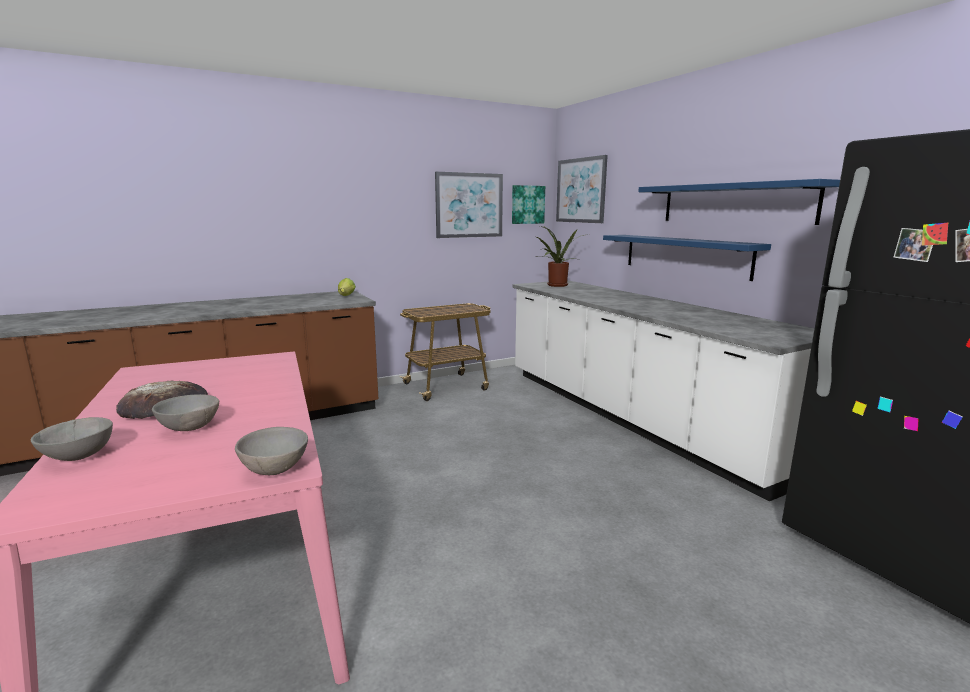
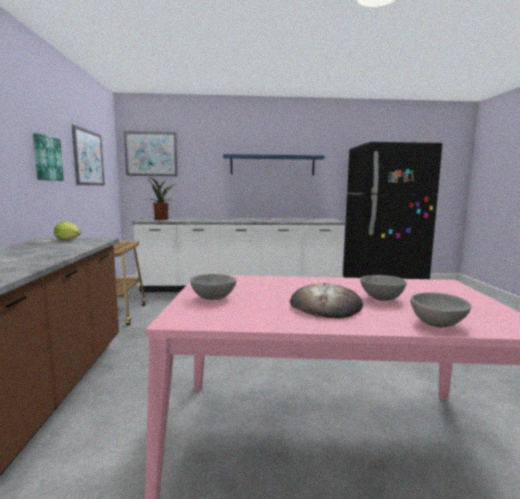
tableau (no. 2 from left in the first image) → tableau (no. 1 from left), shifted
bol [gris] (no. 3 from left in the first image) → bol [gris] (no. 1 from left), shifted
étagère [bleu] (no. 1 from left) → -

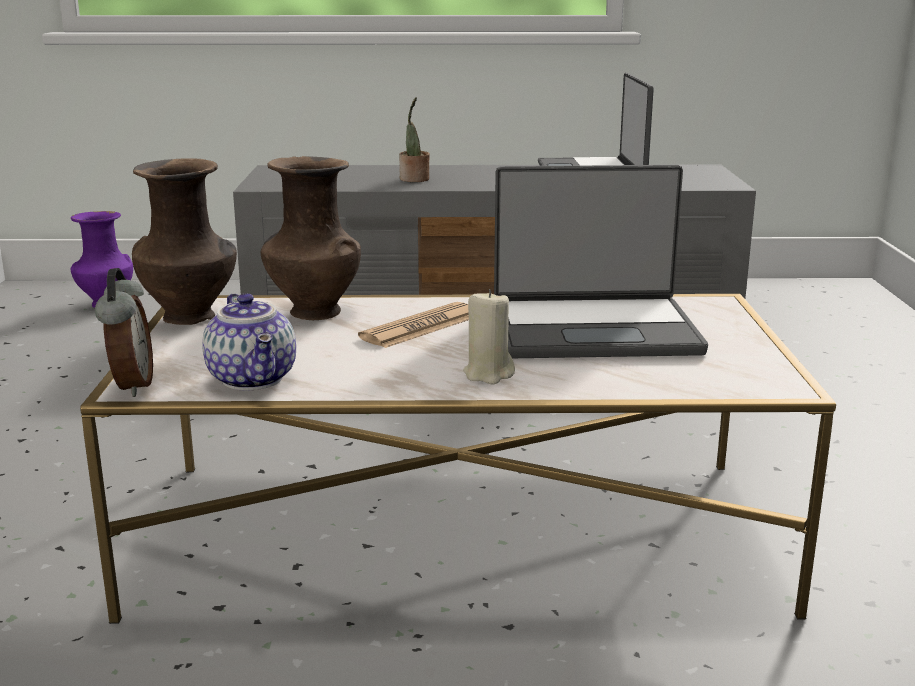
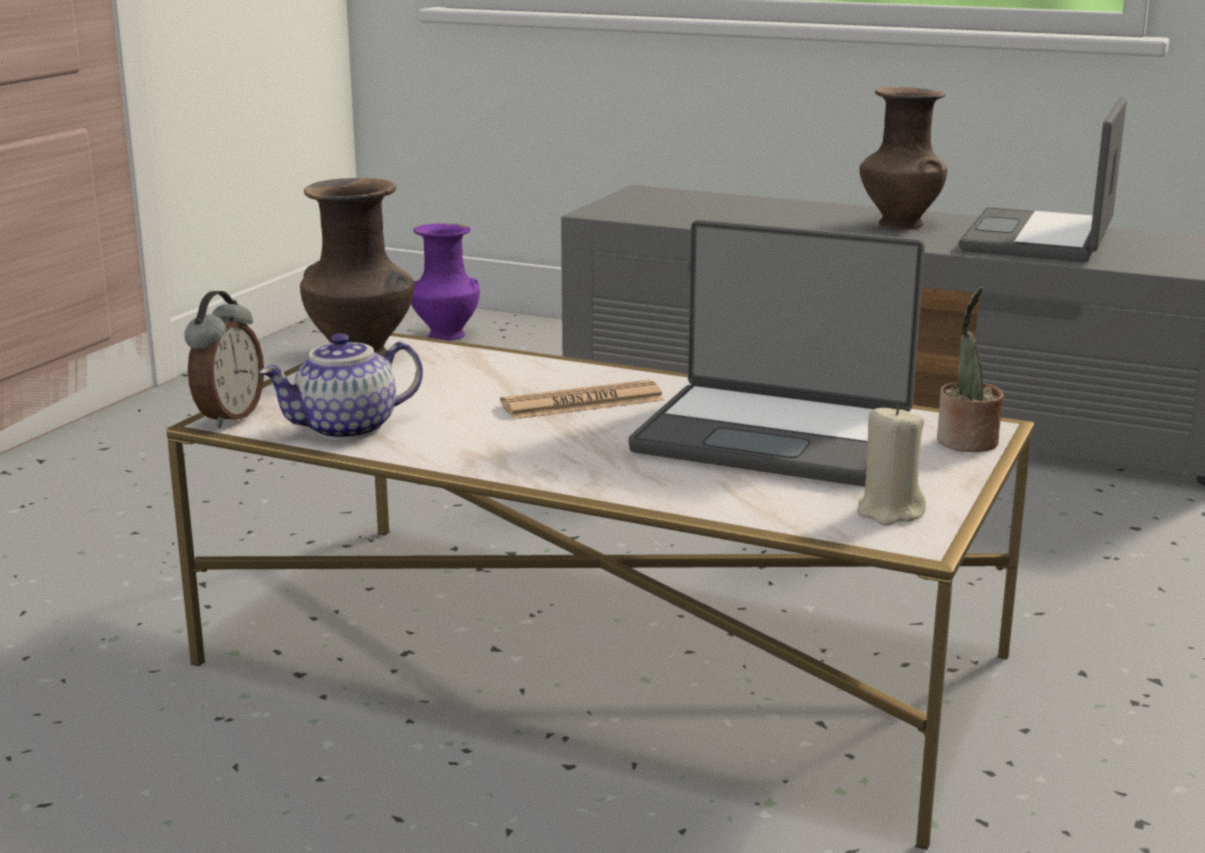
théière, 60 degrees clockwise
bougie [beige], shifted
vase [marron] (no. 2 from left), shifted
plante en pot, shifted

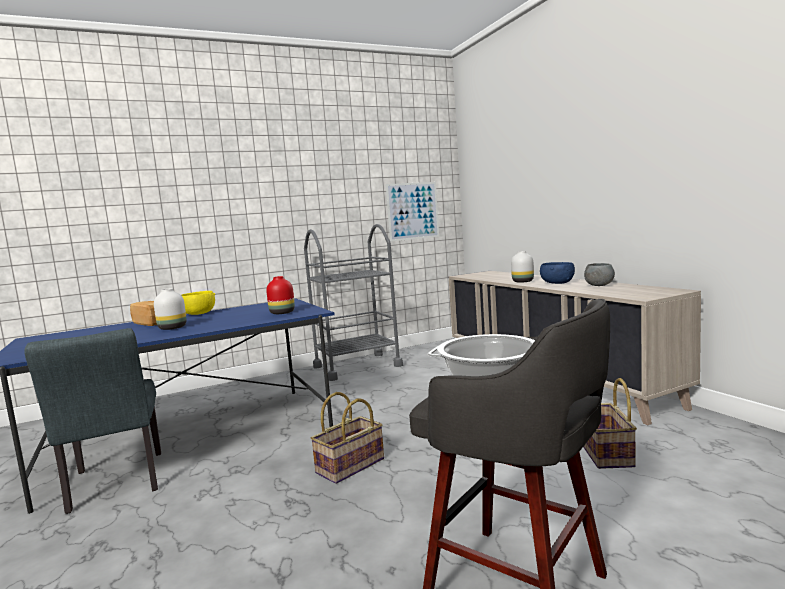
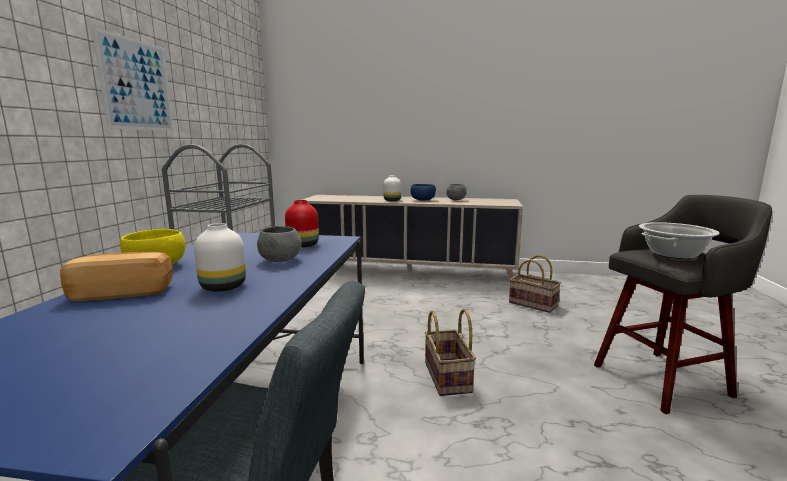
tableau, shifted
- → bol [gris] (no. 1 from left)

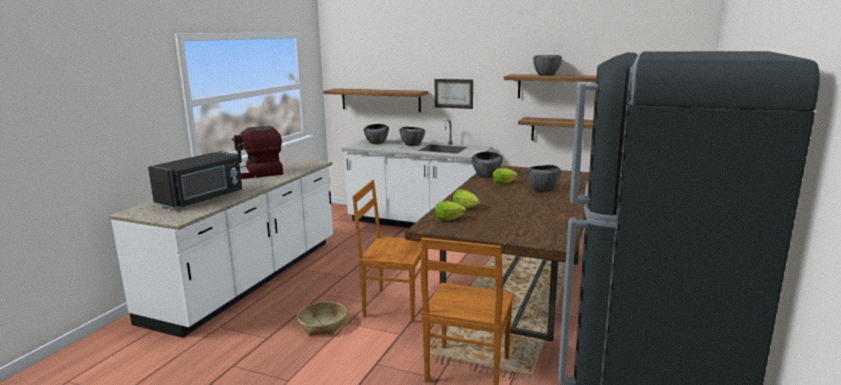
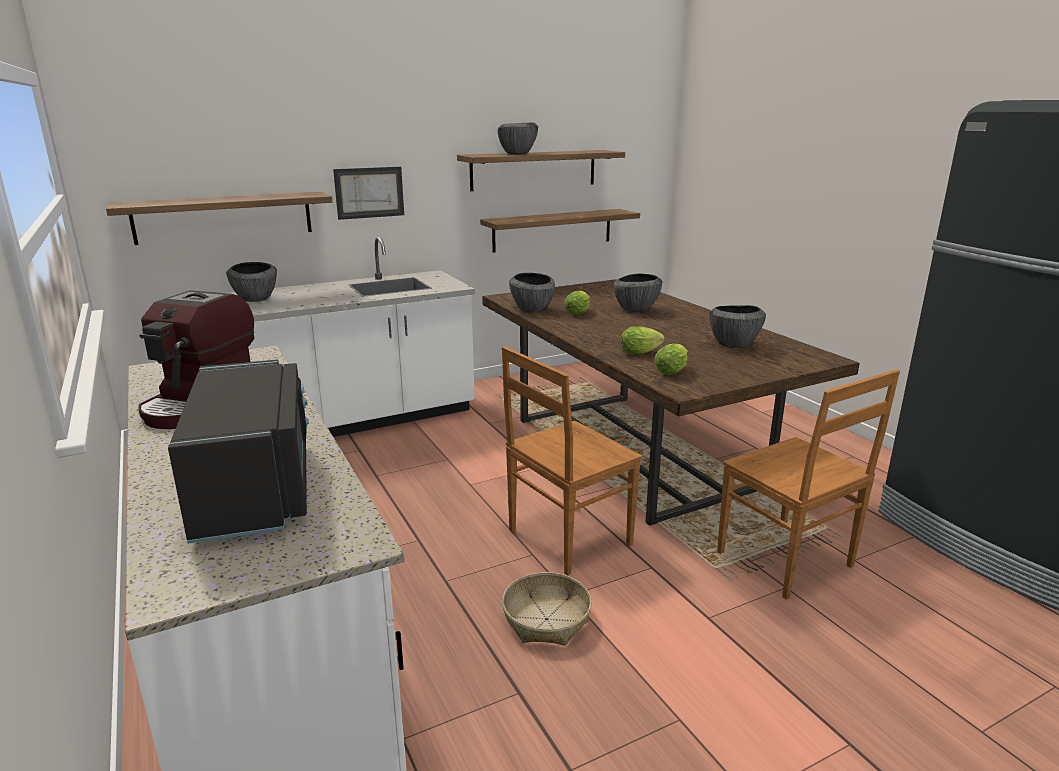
bol (no. 2 from left in the first image) → bol (no. 5 from left), shifted

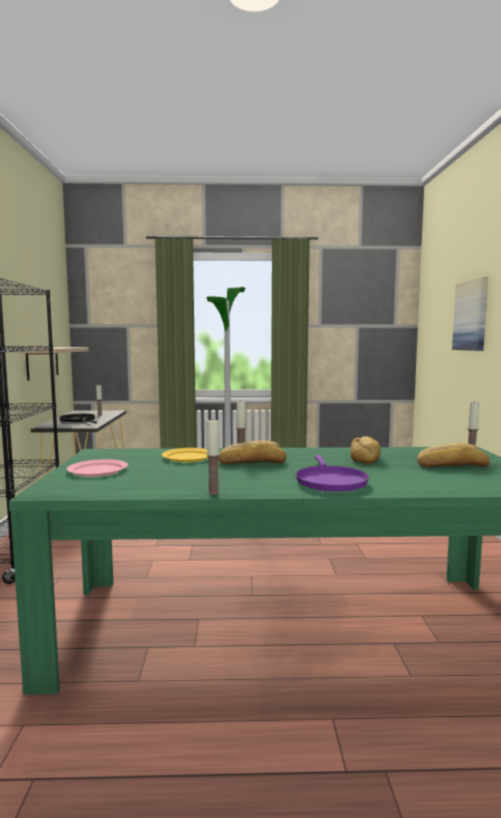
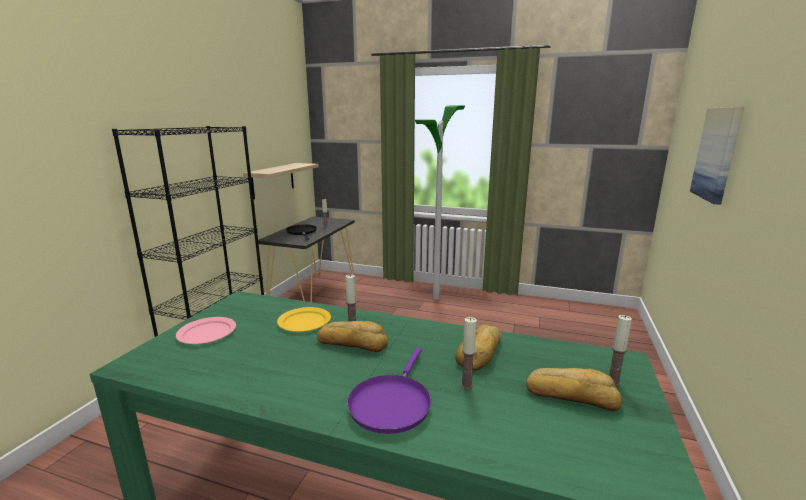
bougie (no. 2 from left in the first image) → bougie (no. 3 from left), shifted

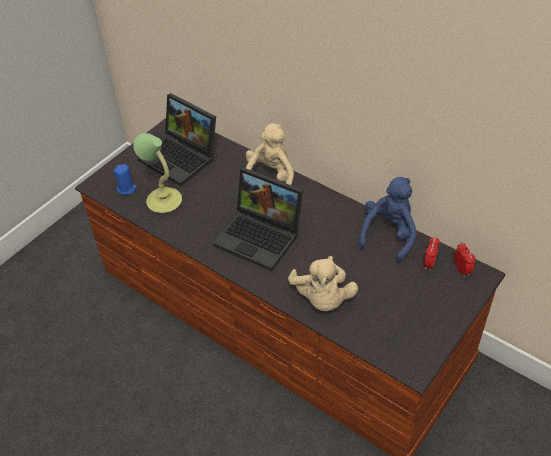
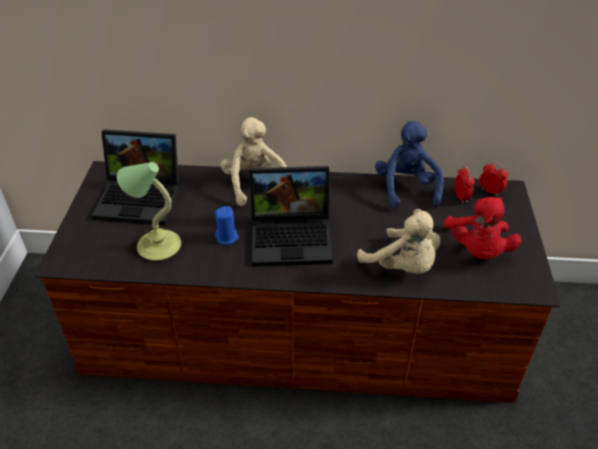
bougie [bleu], shifted
- → peluche [rouge]

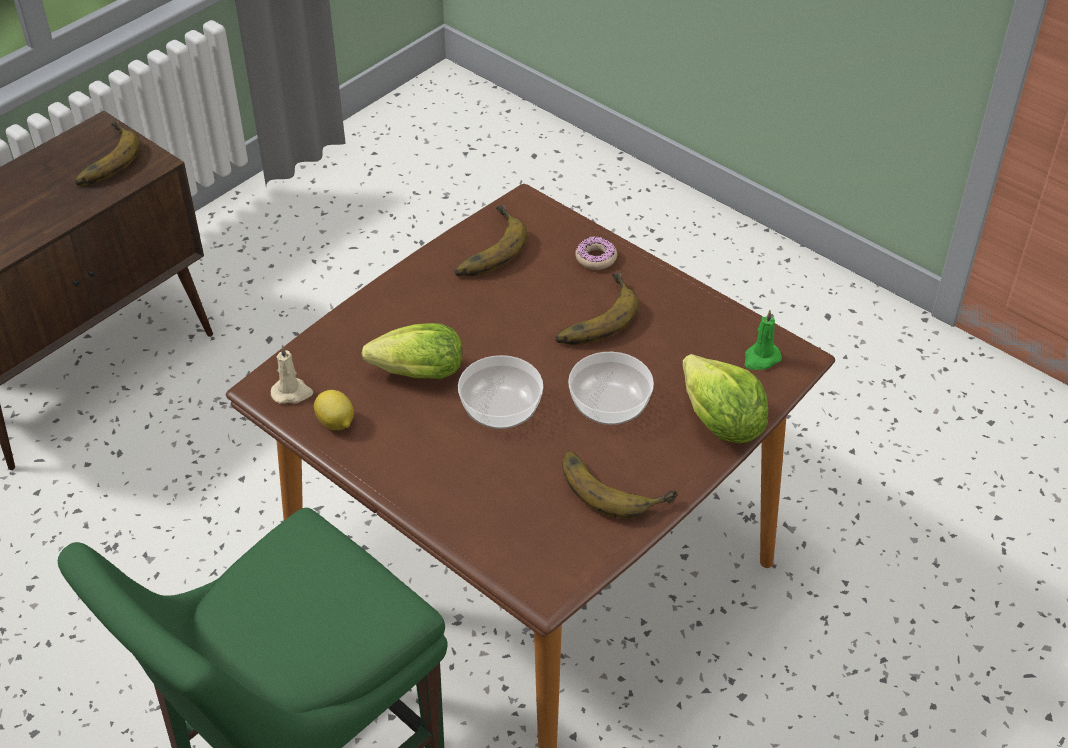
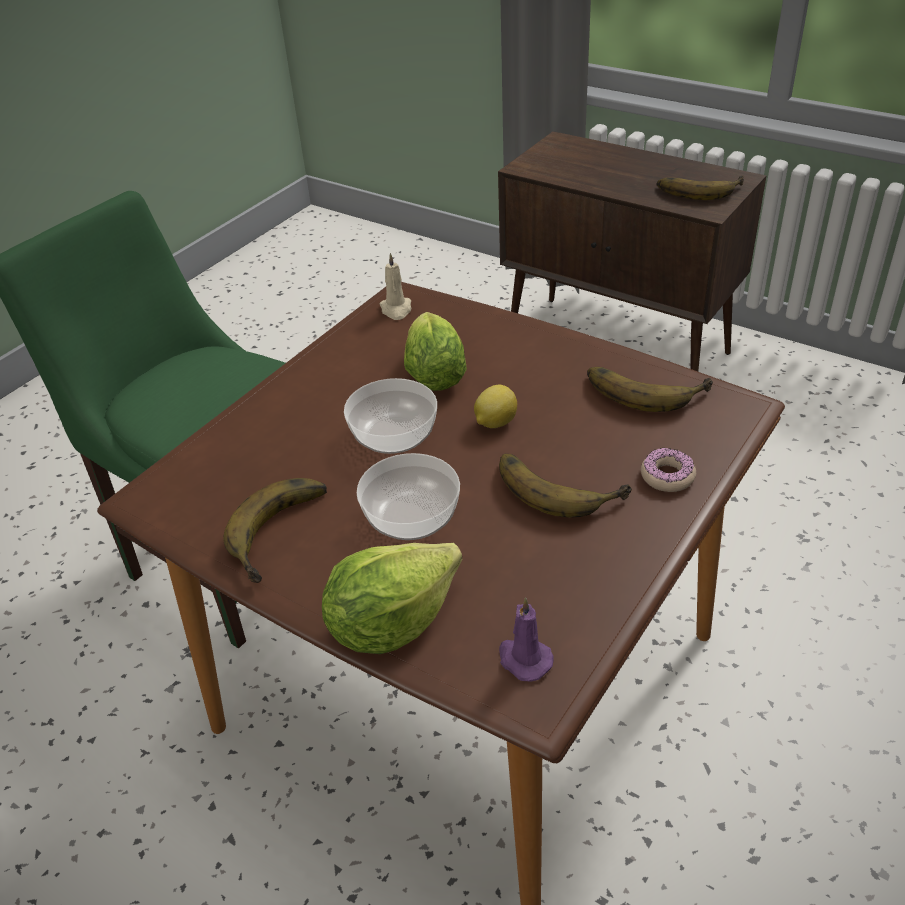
citron, shifted
bougie [vert] → bougie [violet]

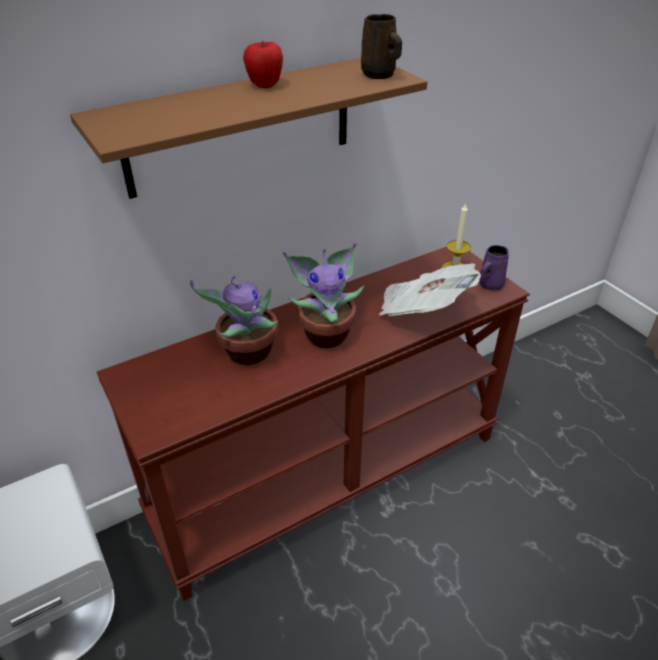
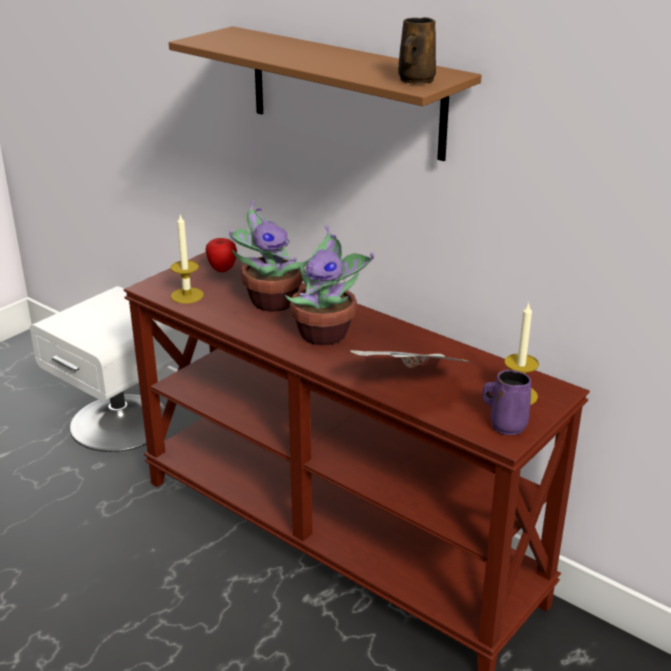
- → bougie (no. 1 from left)
pomme, shifted

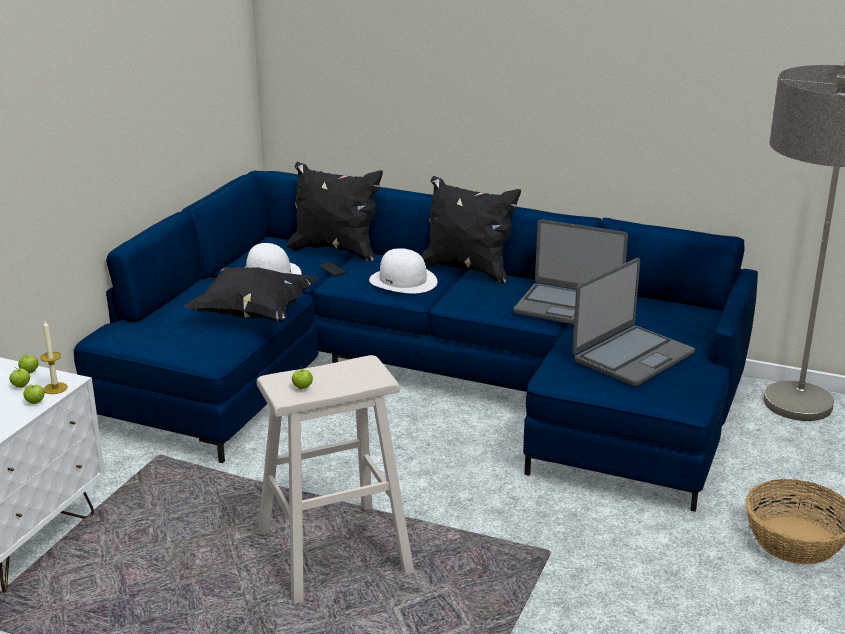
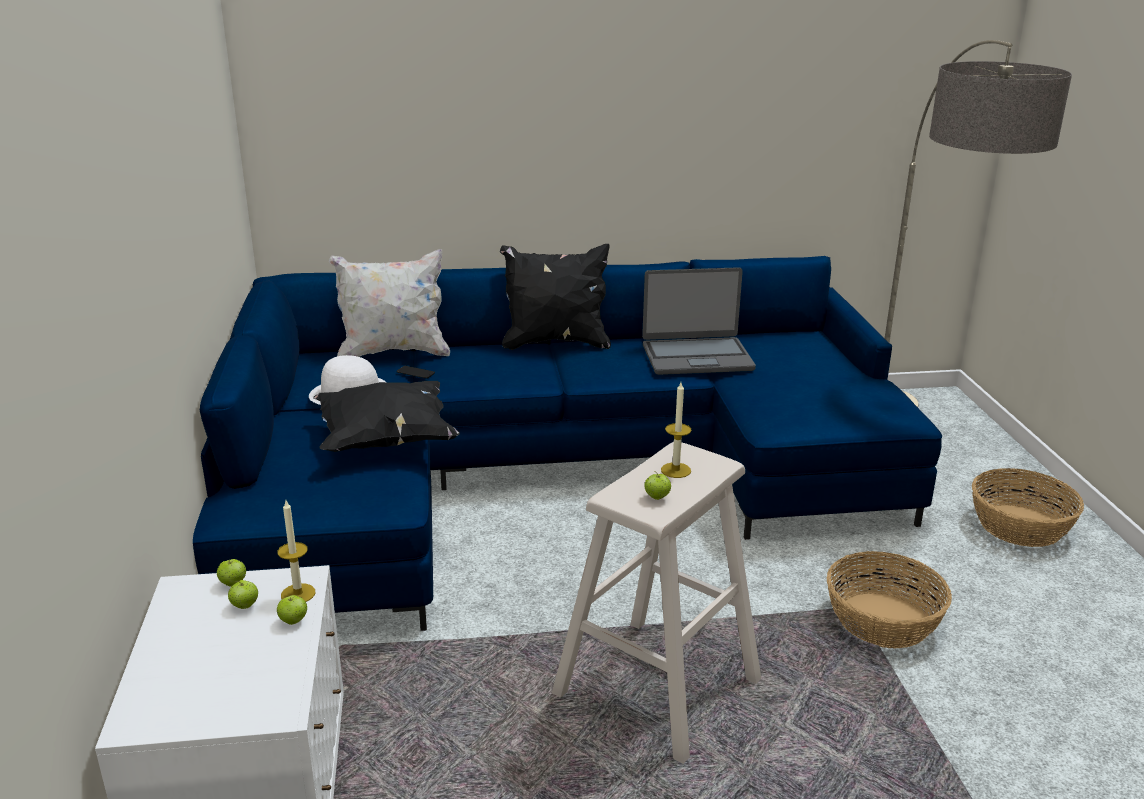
coussin [noir] (no. 2 from left) → coussin [blanc]
- → bougie (no. 2 from left)
- → panier (no. 1 from left)
chapeau [blanc] (no. 2 from left) → -
ordinateur portable (no. 2 from left) → -

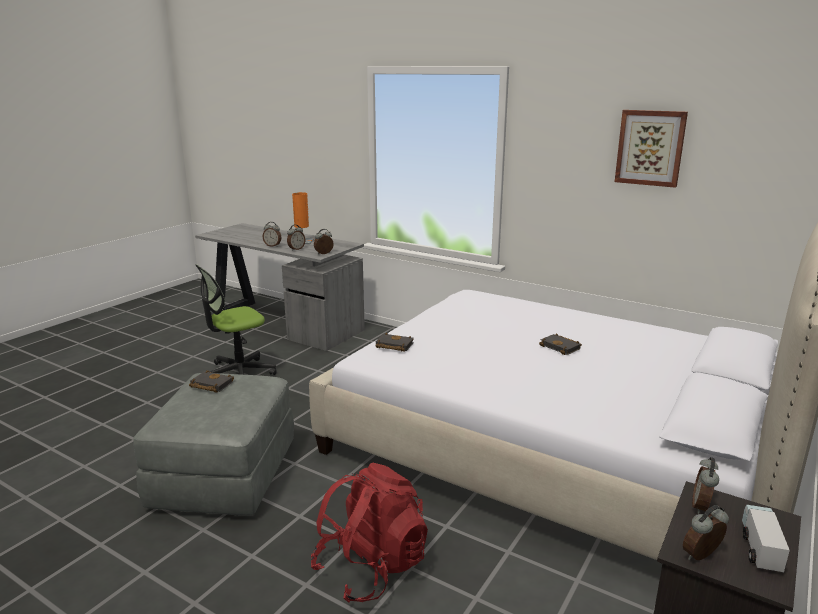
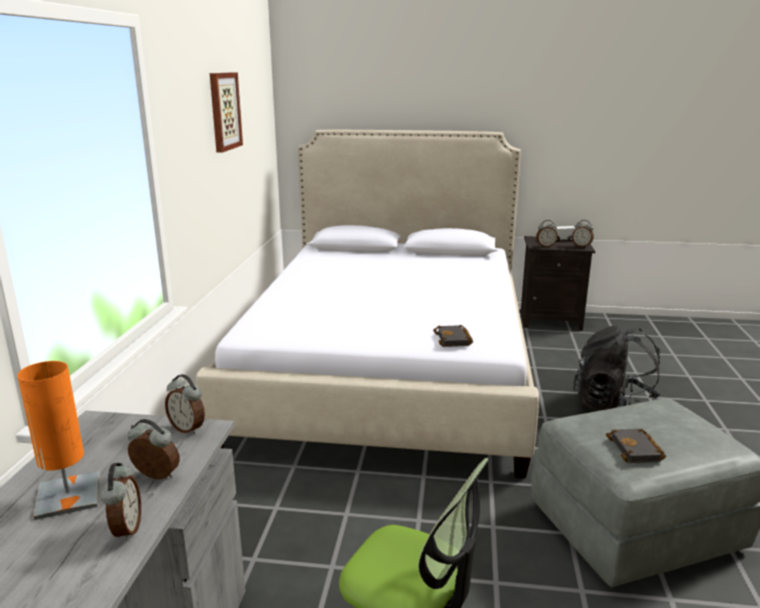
sac à dos [rouge] → sac à dos [noir]
livre [noir] (no. 3 from left) → -

